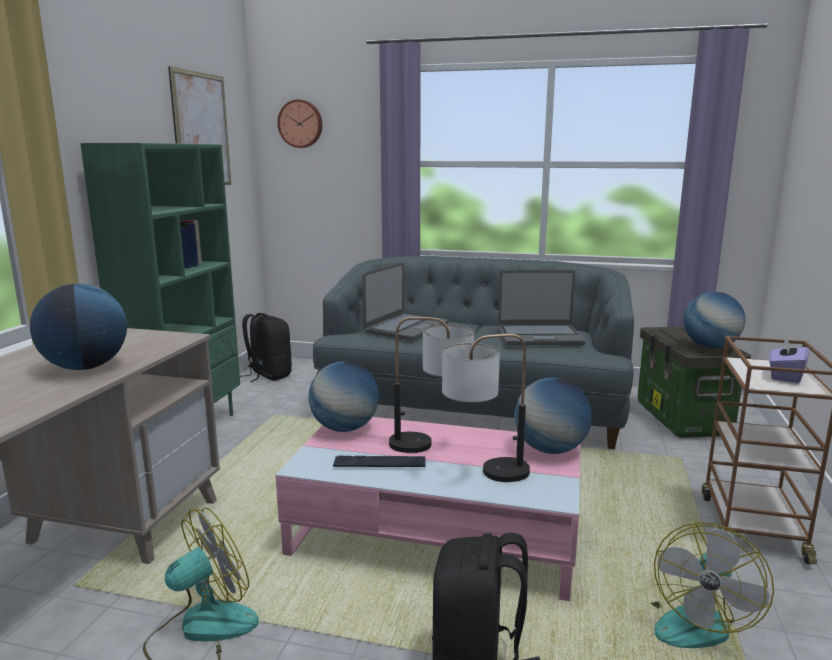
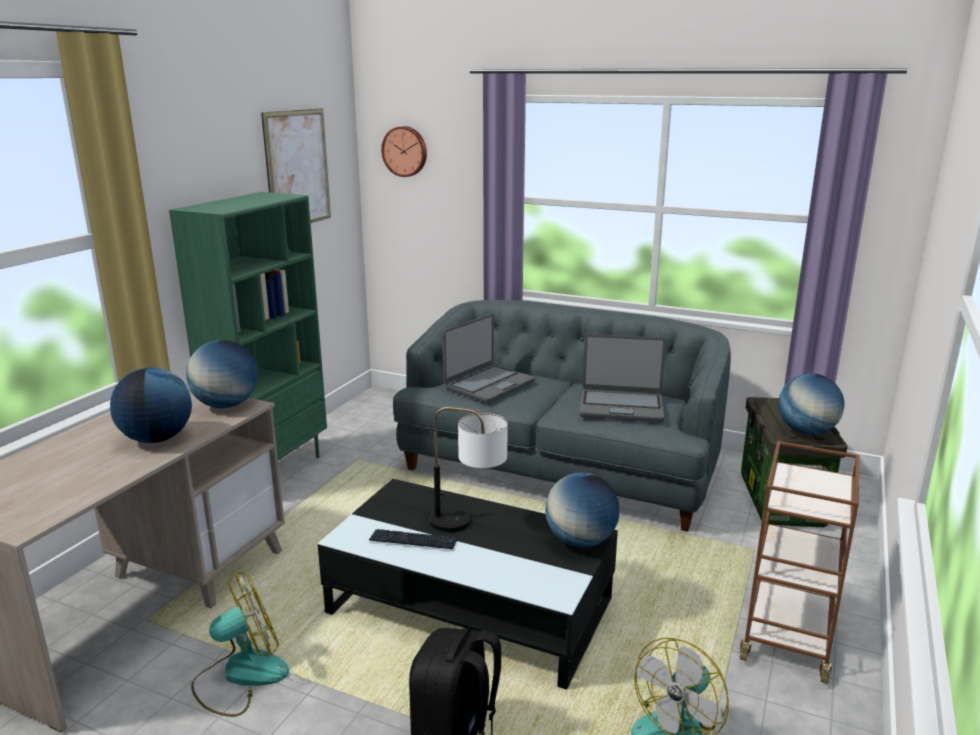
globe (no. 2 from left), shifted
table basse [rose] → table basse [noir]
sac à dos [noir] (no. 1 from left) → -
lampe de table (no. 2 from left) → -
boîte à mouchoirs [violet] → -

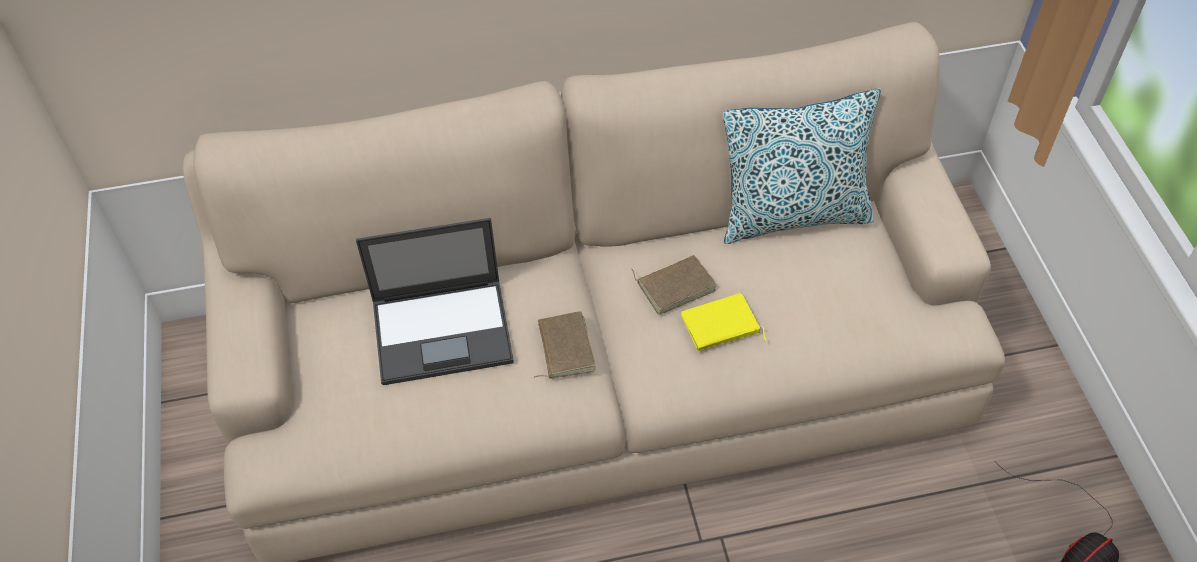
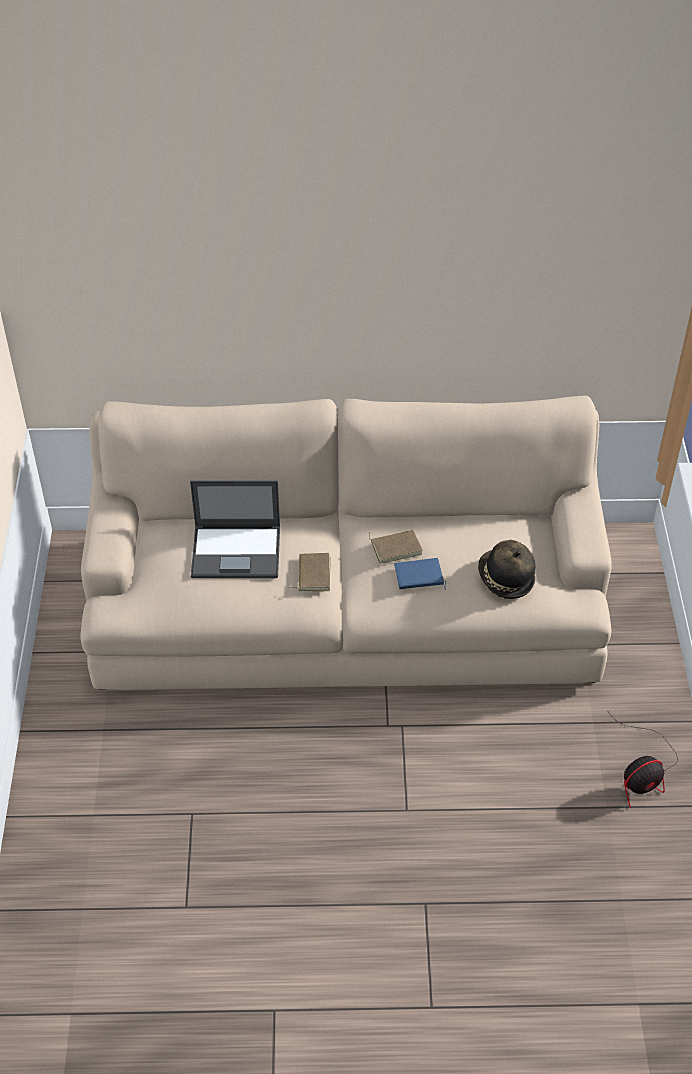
livre [jaune] → livre [bleu]
- → chapeau
coussin → -

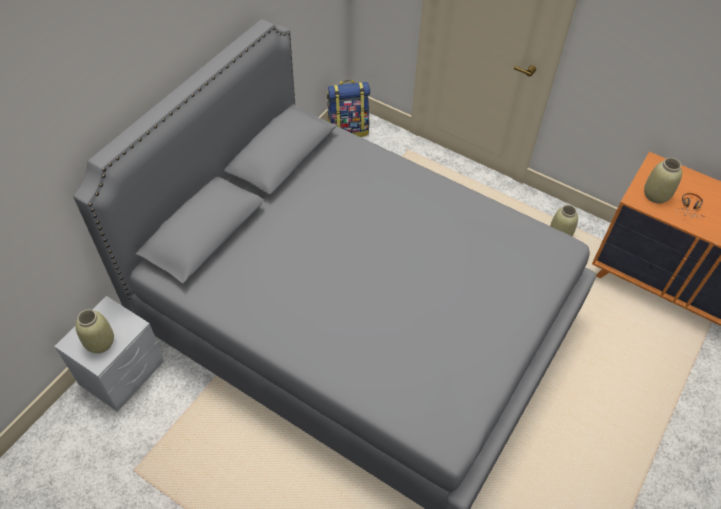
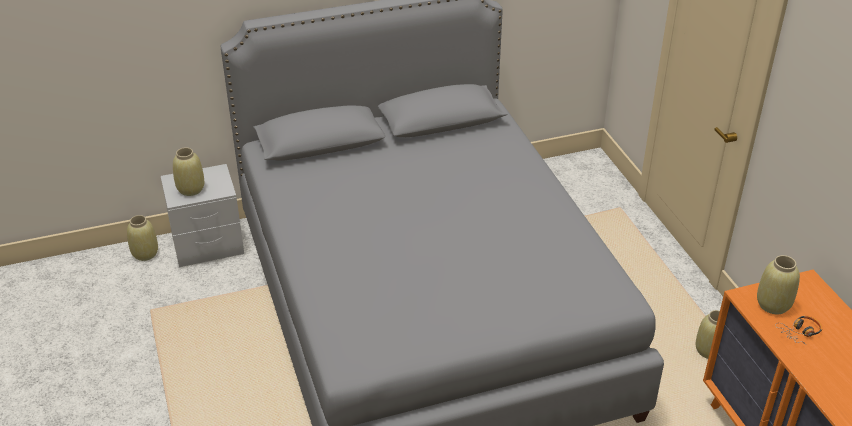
- → vase [beige] (no. 1 from left)
sac à dos → -

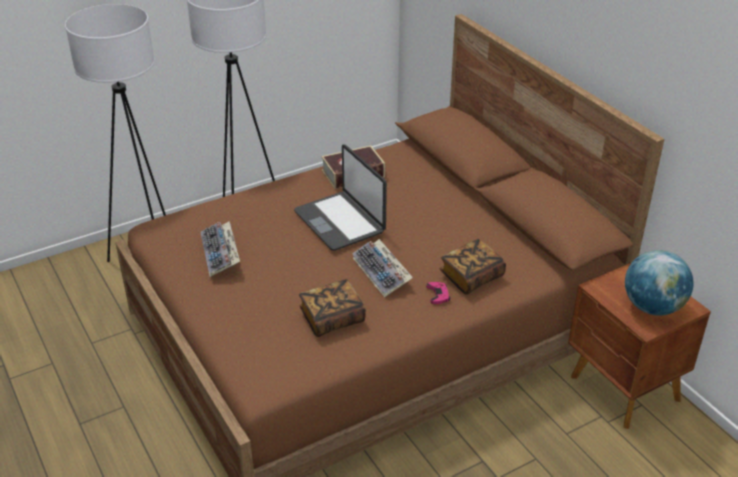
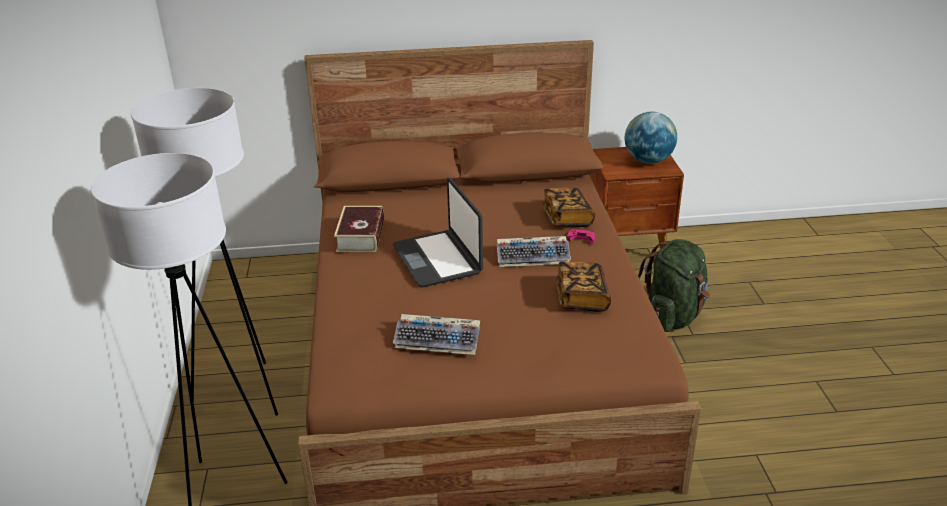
ordinateur portable, 75 degrees clockwise
- → sac à dos [vert]

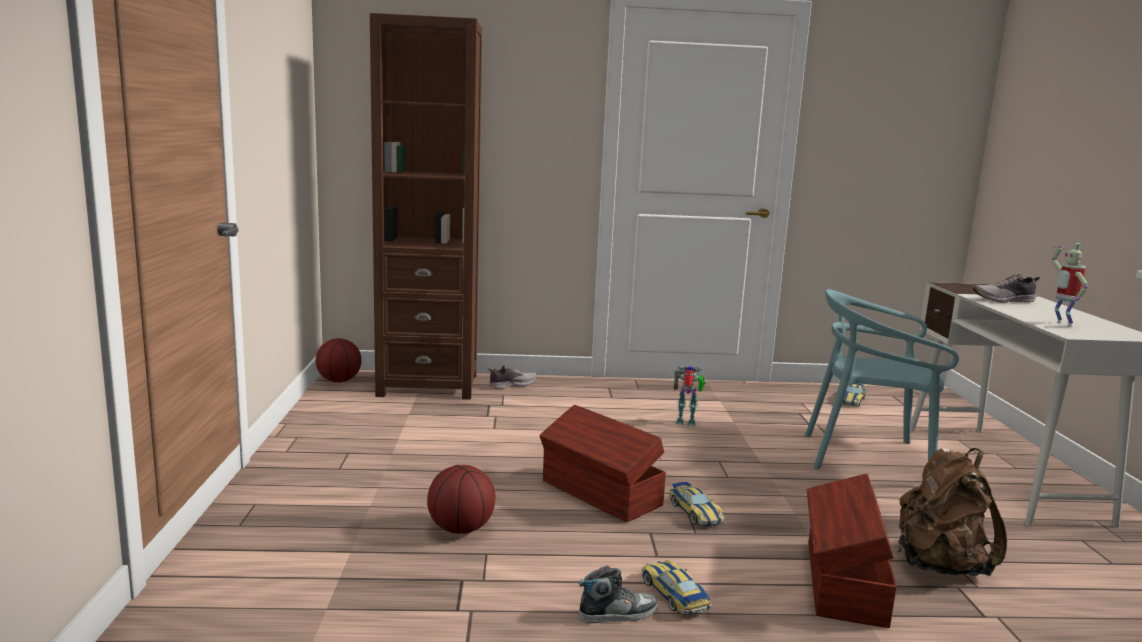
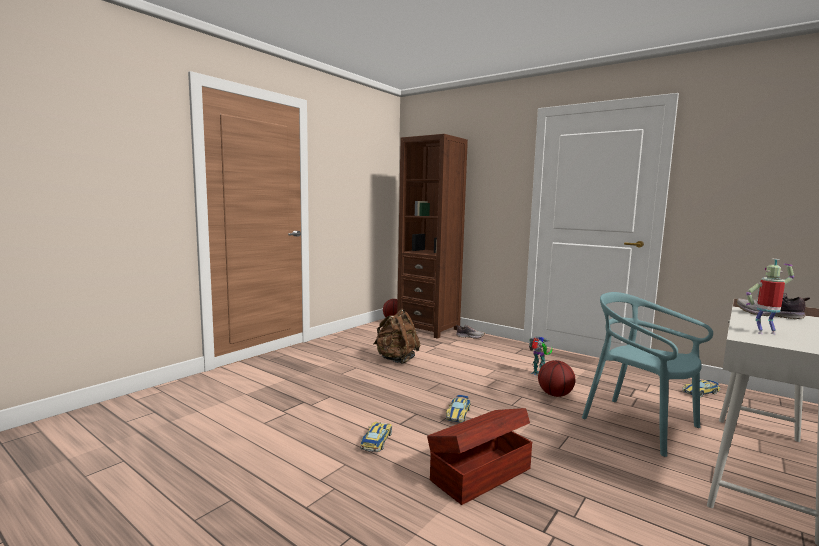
sac à dos [marron], shifted
ballon de basket (no. 2 from left), shifted
robot jouet (no. 2 from left), 60 degrees clockwise
boîte de rangement [marron] (no. 1 from left) → -
chaussure (no. 2 from left) → -

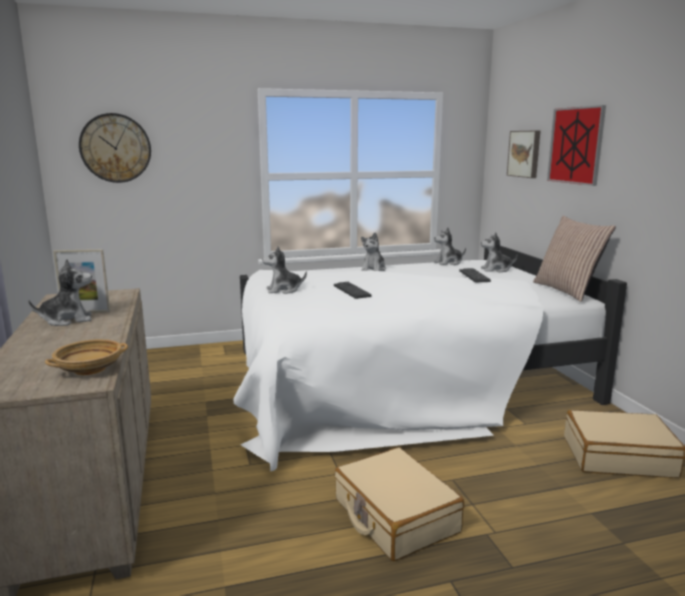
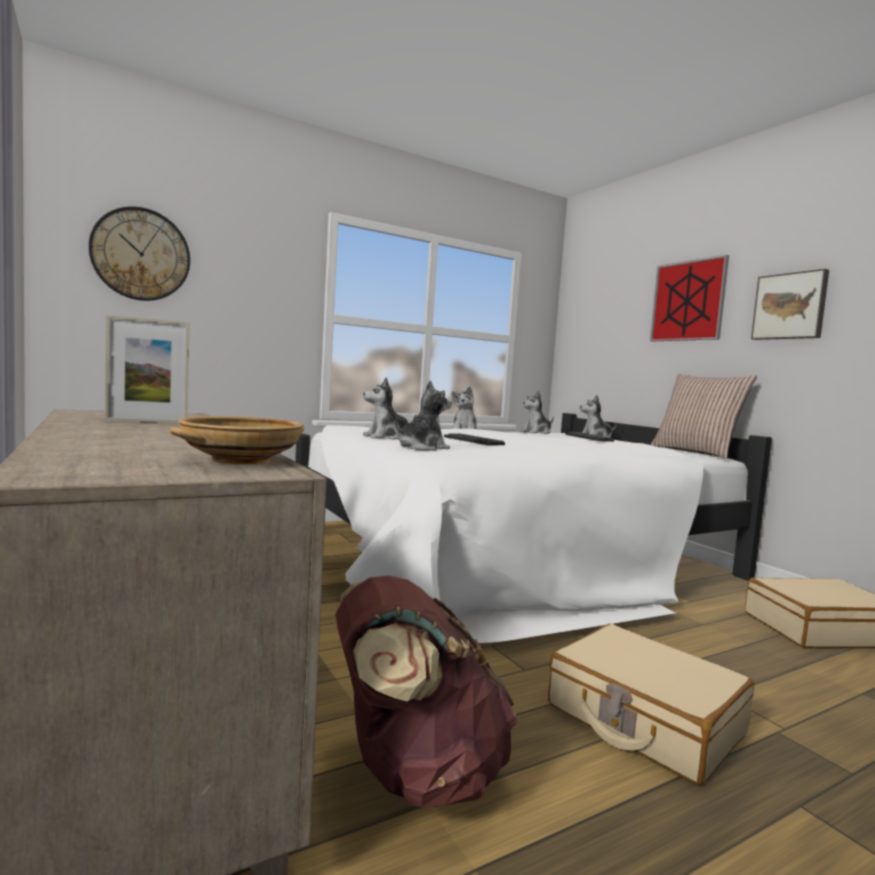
- → sac à dos [marron]
peluche (no. 1 from left in the first image) → peluche (no. 2 from left), shifted
tableau (no. 1 from left in the first image) → tableau (no. 2 from left), shifted

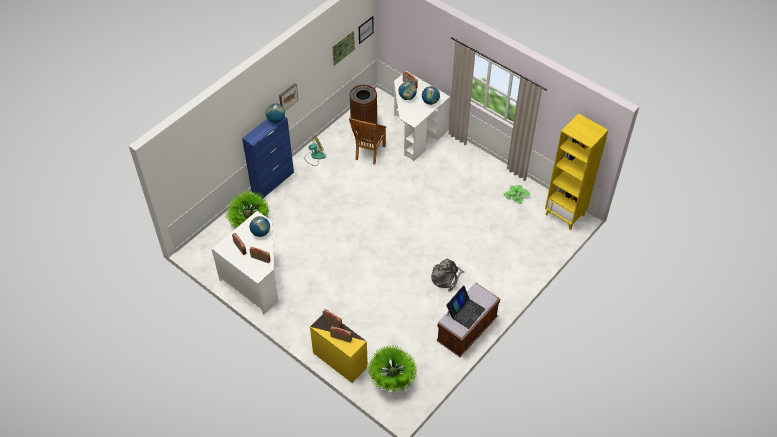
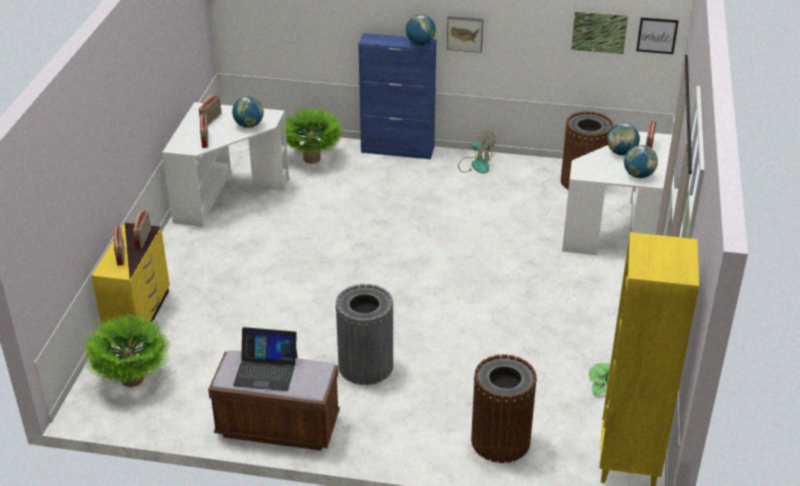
sac à dos [gris] → poubelle [gris]
- → poubelle [marron] (no. 1 from left)
chaise [marron] → -

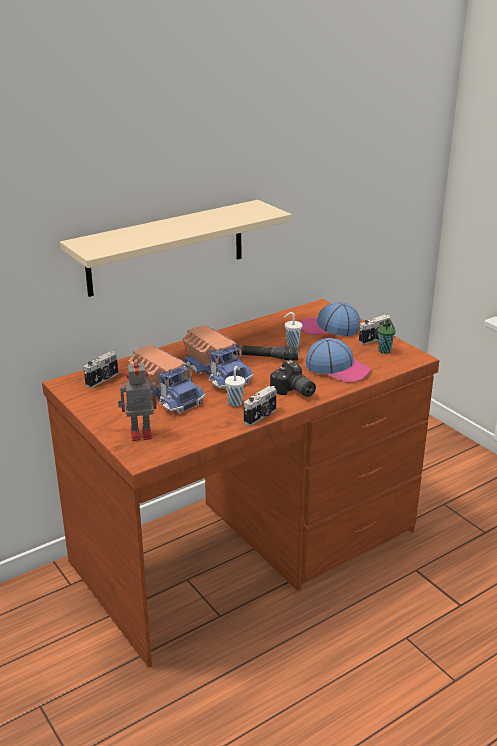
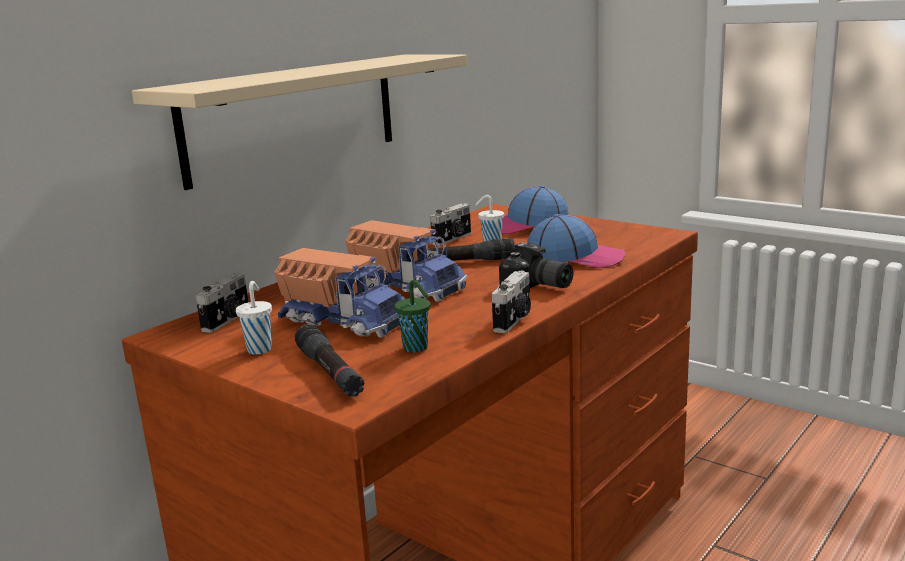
tasse [blanc] (no. 1 from left), shifted
robot jouet → lampe de poche [noir] (no. 1 from left)
tasse [vert], shifted
appareil photo (no. 4 from left in the first image) → appareil photo (no. 2 from left), shifted

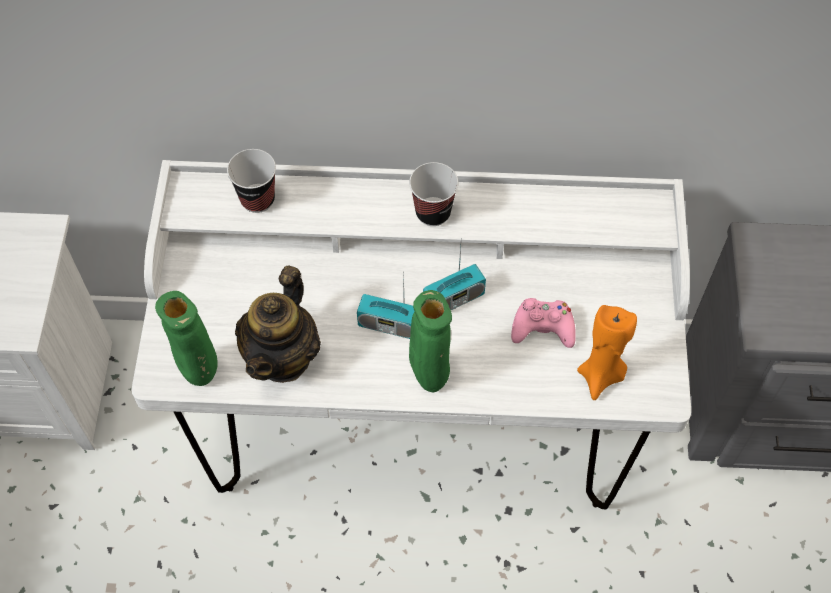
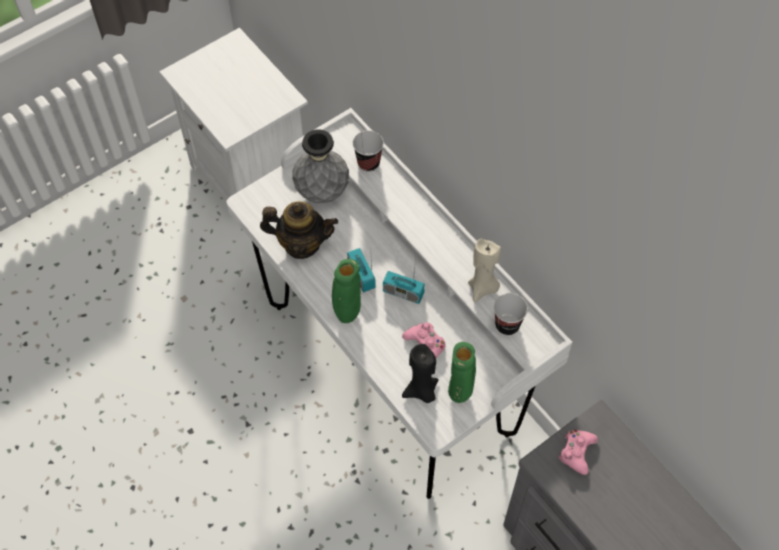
théière, 150 degrees counterclockwise
- → vase [gris]
bougie [orange] → bougie [noir]
vase [vert] (no. 1 from left in the first image) → vase [vert] (no. 2 from left), shifted
- → bougie [beige]
tasse (no. 2 from left), shifted
- → manette [rose] (no. 2 from left)

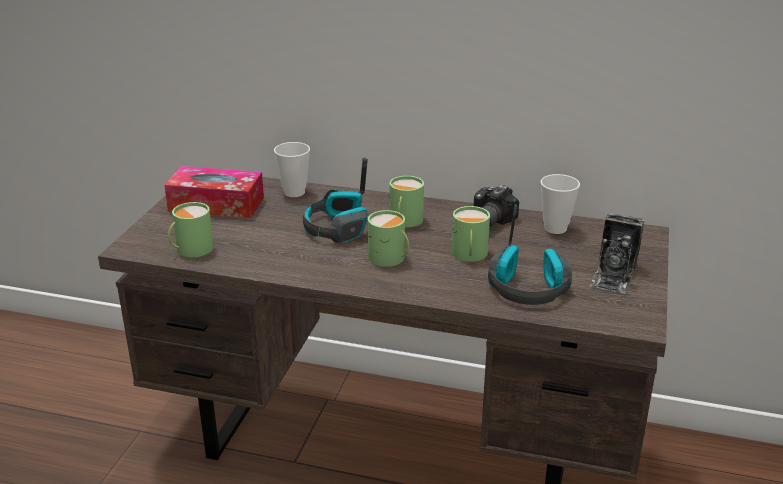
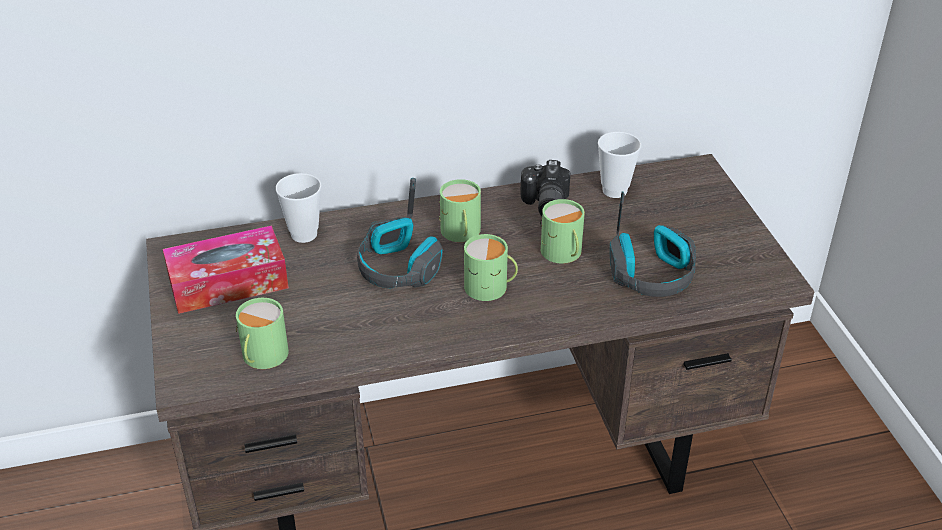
appareil photo (no. 2 from left) → -

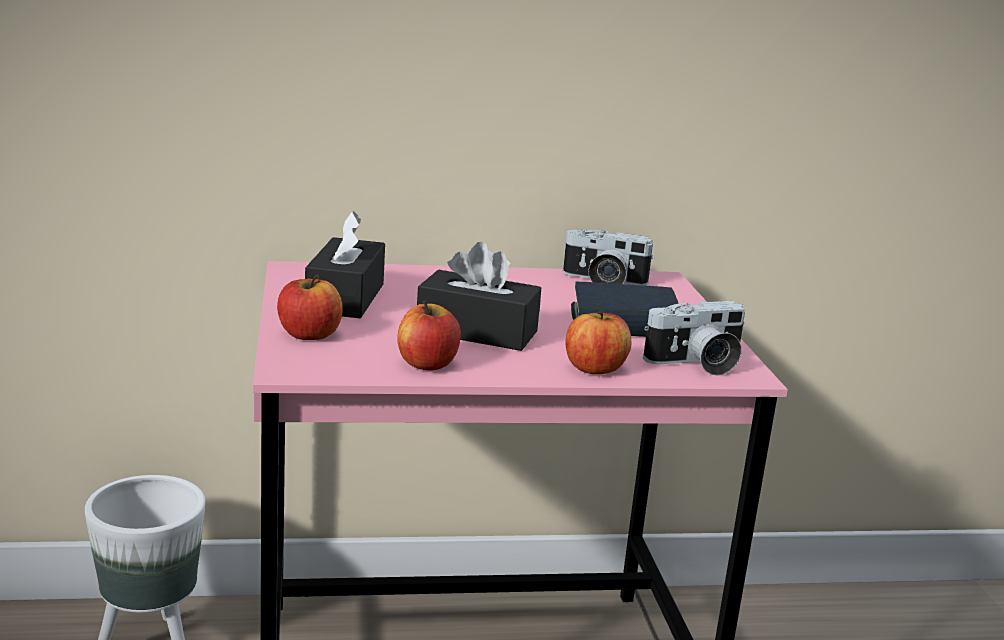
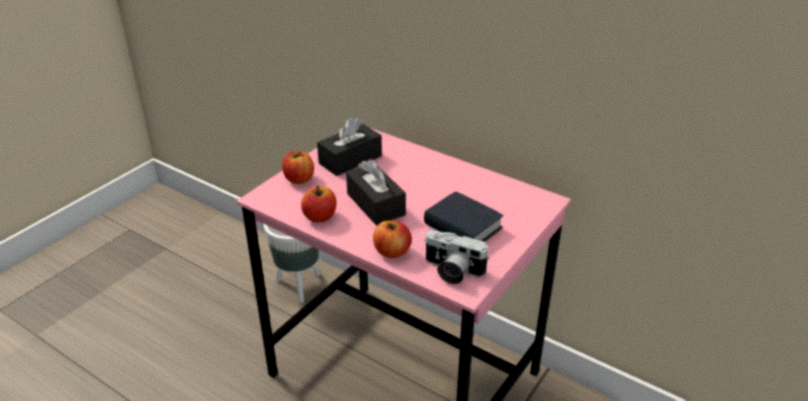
appareil photo (no. 1 from left) → -

